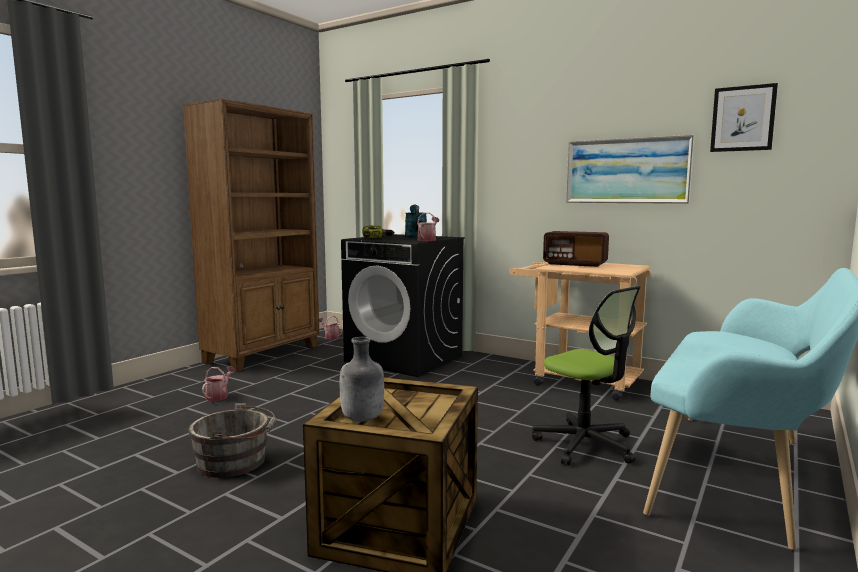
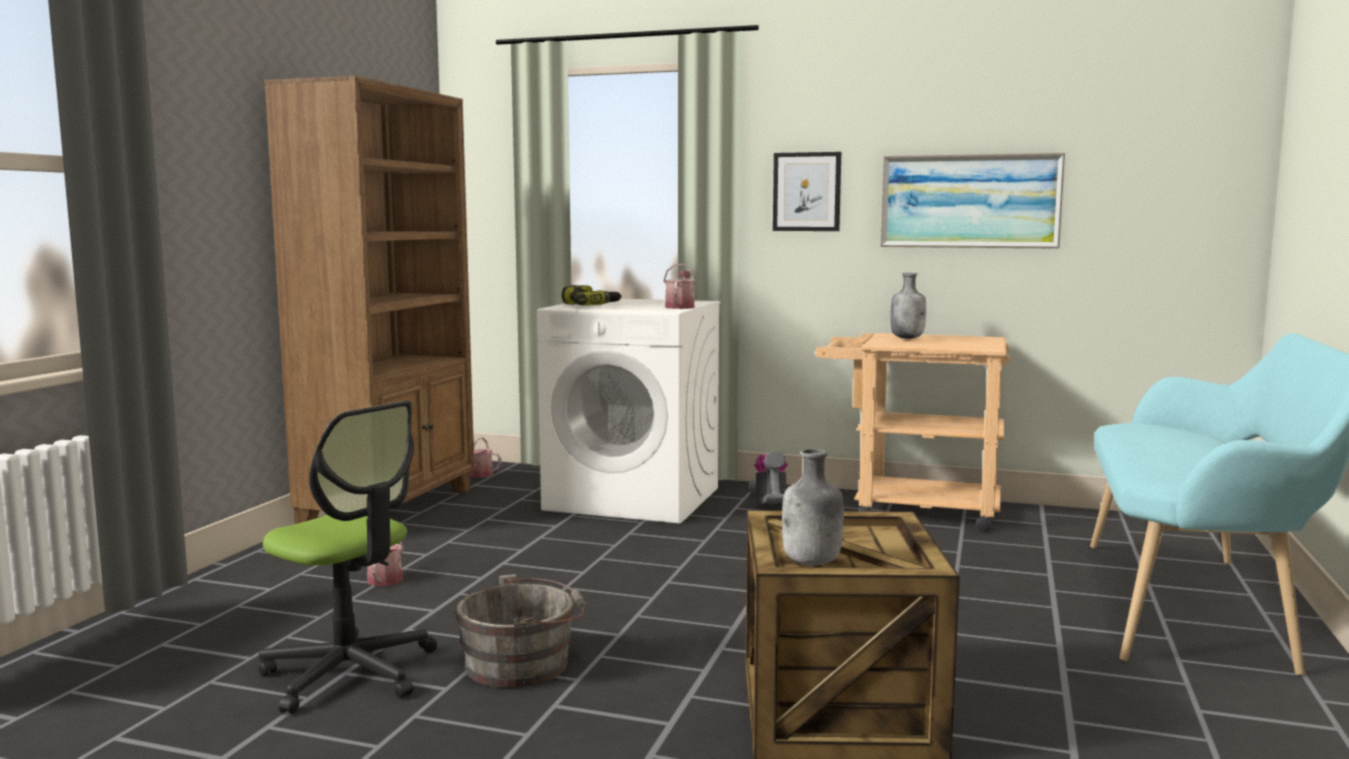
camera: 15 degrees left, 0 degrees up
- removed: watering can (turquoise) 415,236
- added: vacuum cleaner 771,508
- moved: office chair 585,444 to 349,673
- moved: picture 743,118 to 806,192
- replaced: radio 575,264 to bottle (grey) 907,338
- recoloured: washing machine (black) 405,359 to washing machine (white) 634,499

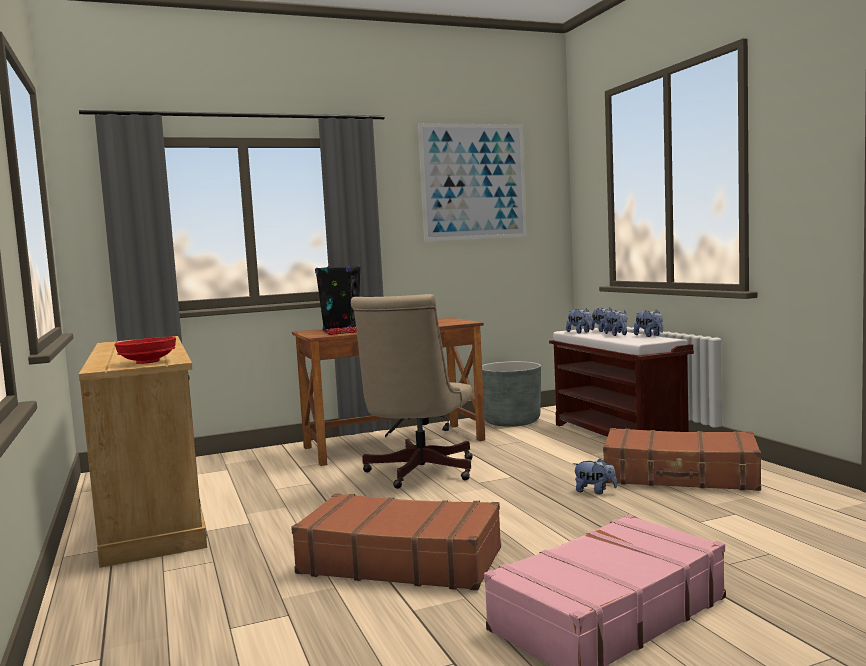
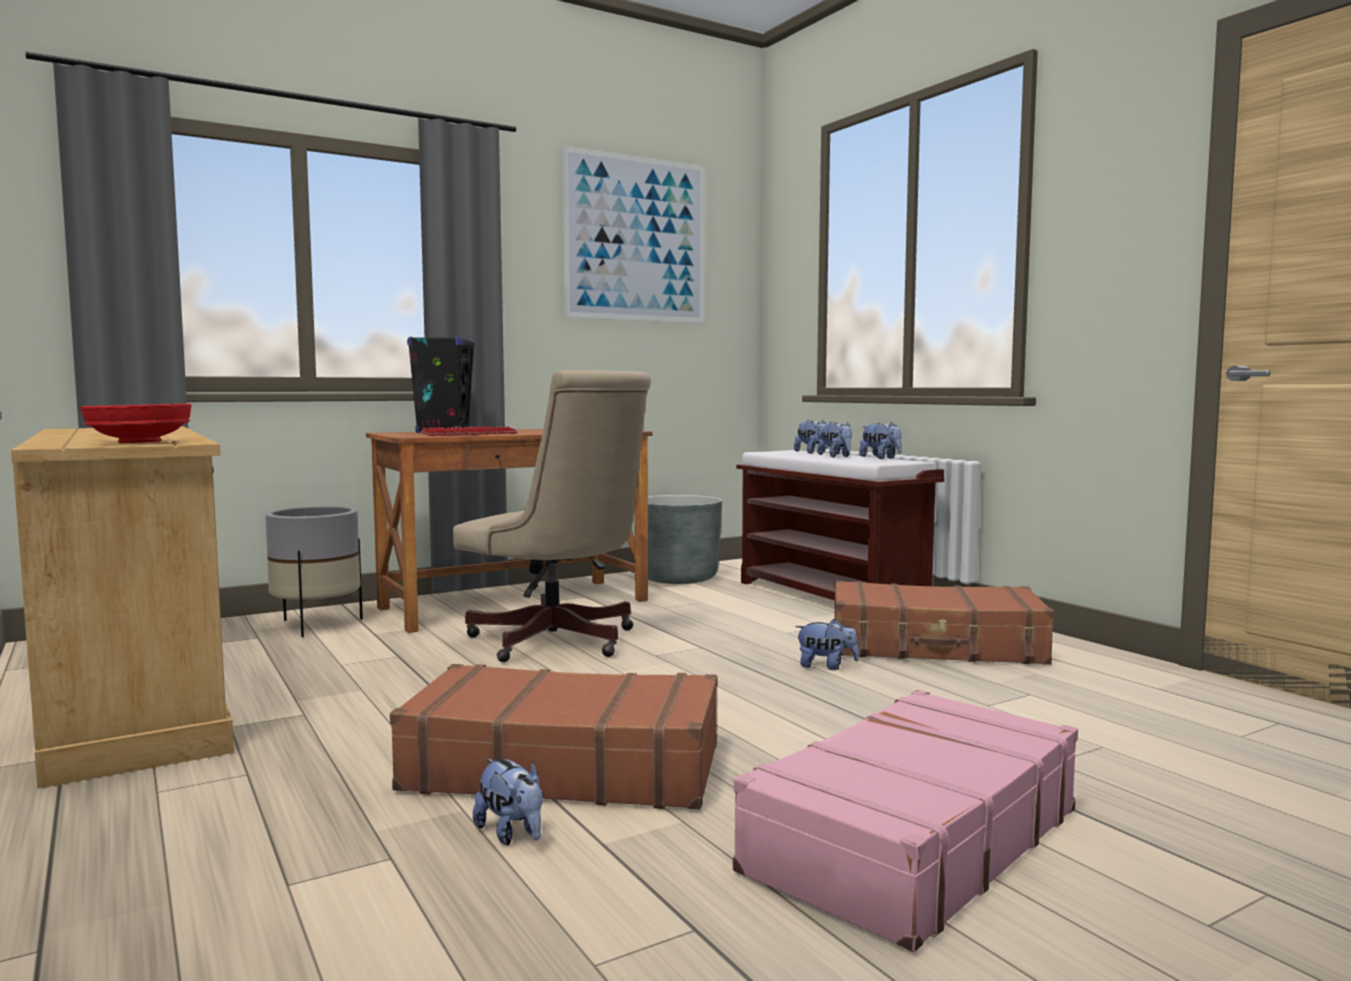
camera: 10 degrees left, 0 degrees up
- added: planter (grey) 316,625
- moved: plush toy 580,332 to 512,834
- turned: office chair (beige) 417,473 = 559,643 60 degrees counterclockwise

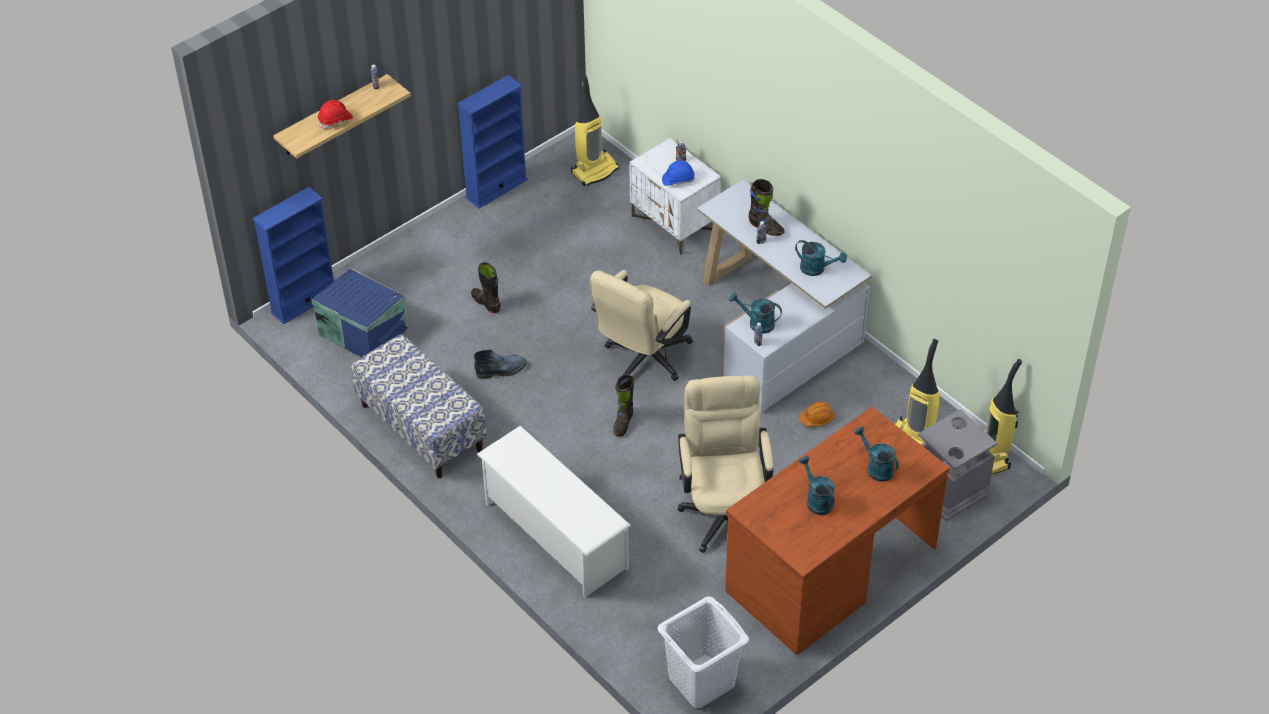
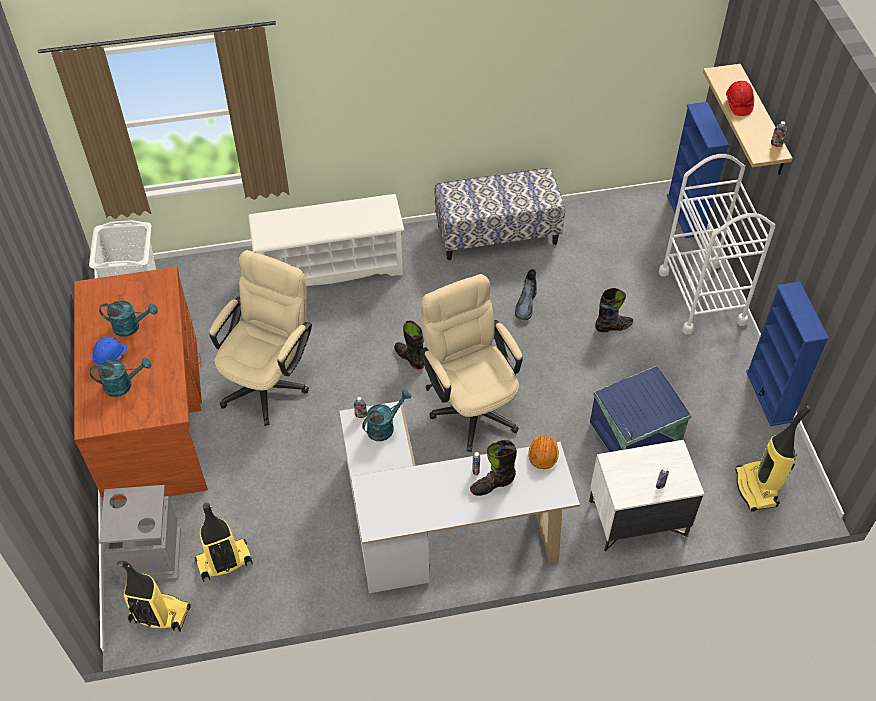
camera: 120 degrees right, 5 degrees up
- removed: watering can (turquoise) 817,269
- added: cart (white) 702,297
- moved: storage box (blue) 363,330 to 636,433
- moved: hard hat (blue) 678,179 to 111,356
- moved: hard hat (orange) 817,418 to 543,454
- turned: office chair (beige) 724,509 = 269,380 90 degrees counterclockwise

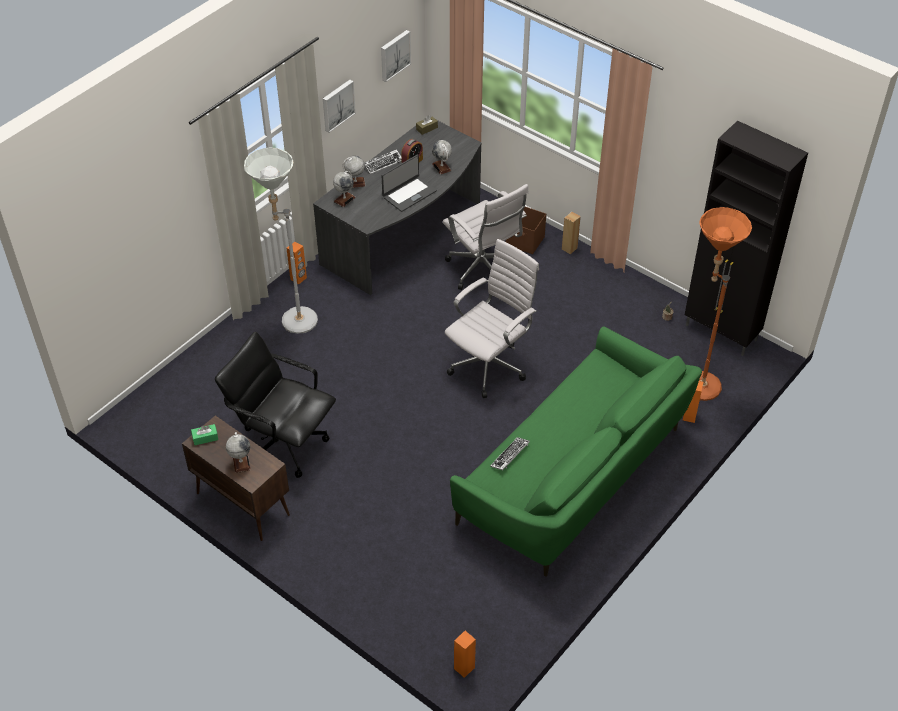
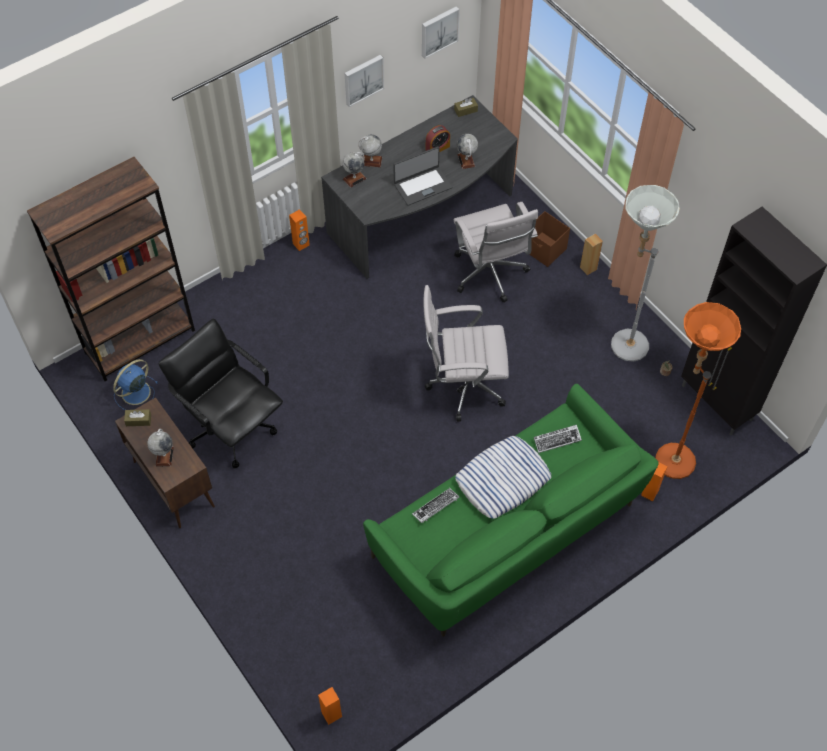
camera: 15 degrees right, 10 degrees up
- added: bookcase (brown) 140,341
- added: fan (blue) 135,393
- added: pillow 502,480
- moved: floor lamp (grey) 291,320 to 621,343
- moved: keyboard 383,164 to 557,440
- recoloured: tissue box (green) 205,438 to tissue box (brown) 138,420
- turned: office chair (white) 490,365 = 462,386 150 degrees counterclockwise

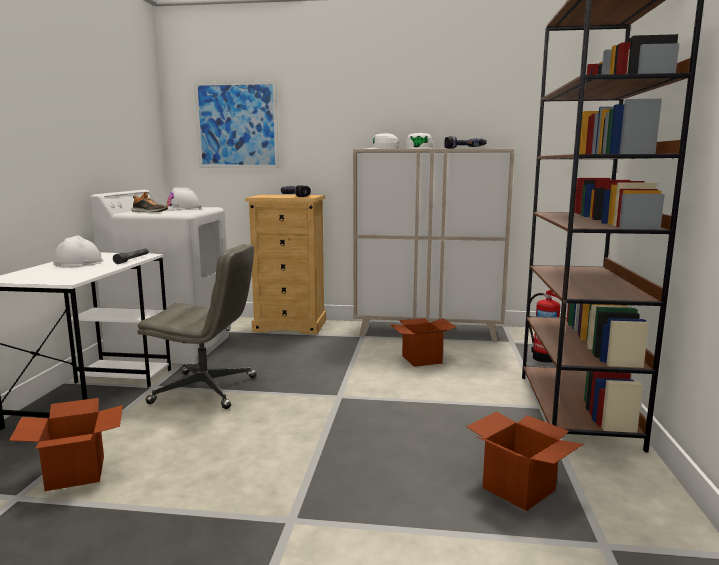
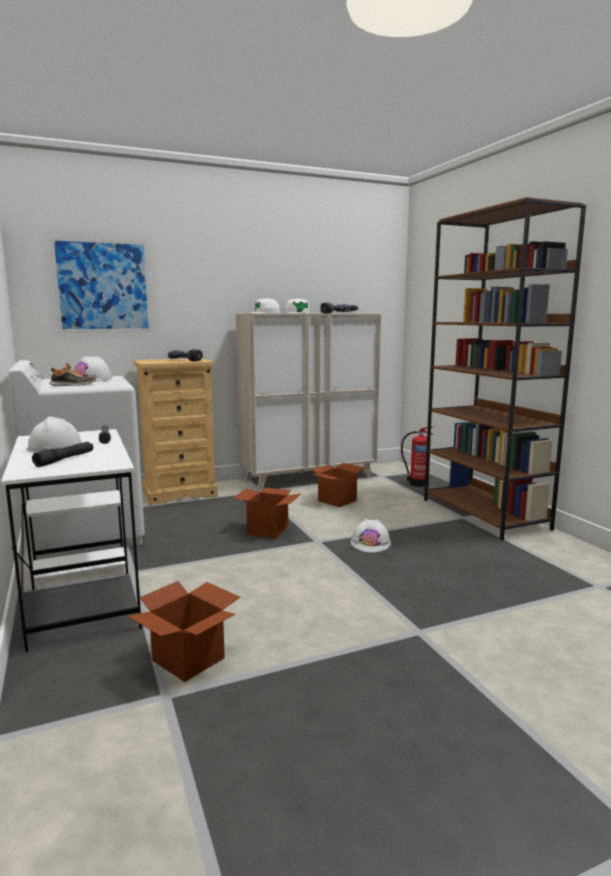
camera: 30 degrees left, 0 degrees up
- removed: office chair (grey) 206,390
- added: flashlight (black) 65,459
- added: hard hat (white) 370,543
- moved: cardboard box 519,489 to 268,530

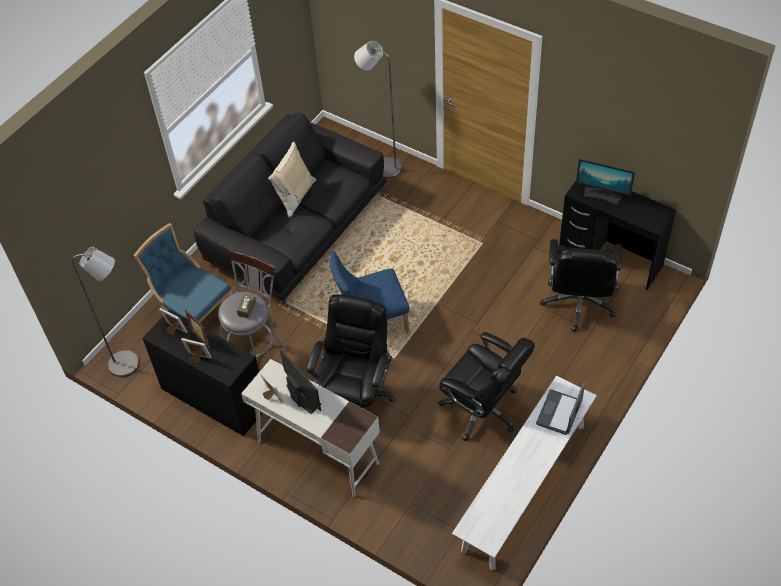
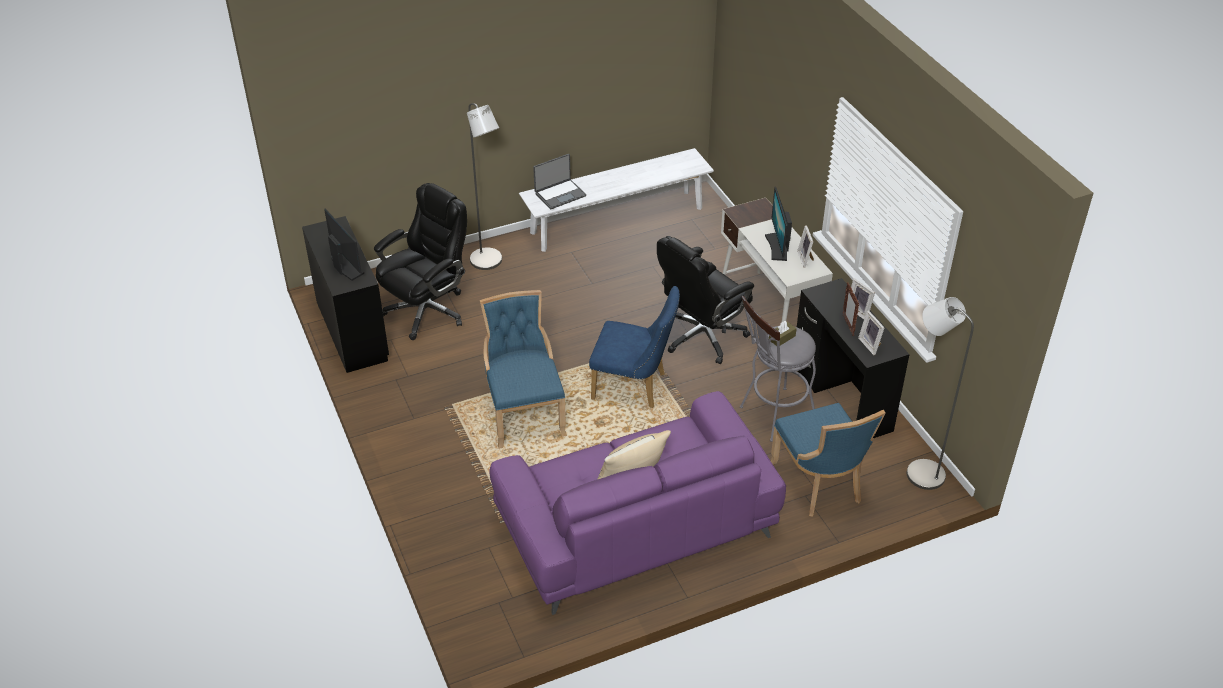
camera: 150 degrees left, 10 degrees down
- removed: office chair (black) 482,409
- added: chair (blue) 524,414
- moved: floor lamp (grey) 383,167 to 489,263
- recoloured: sofa (black) 297,229 to sofa (purple) 635,526

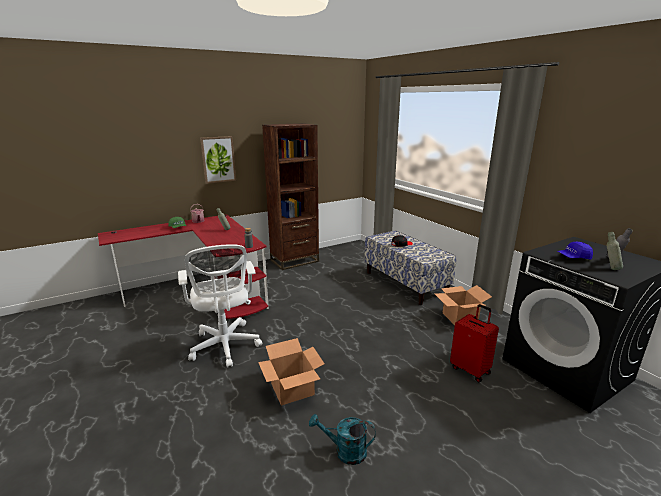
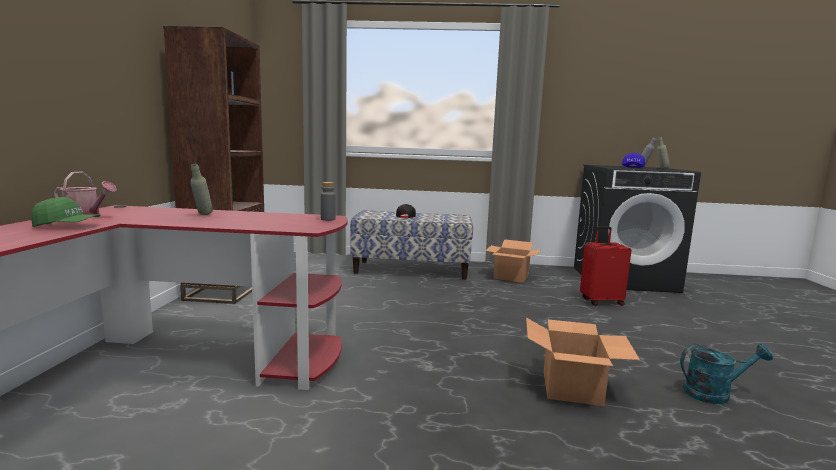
camera: 55 degrees left, 10 degrees down
- removed: office chair (white) 225,347
- removed: picture 218,159
- turned: watering can (turquoise) 345,451 = 714,393 135 degrees counterclockwise

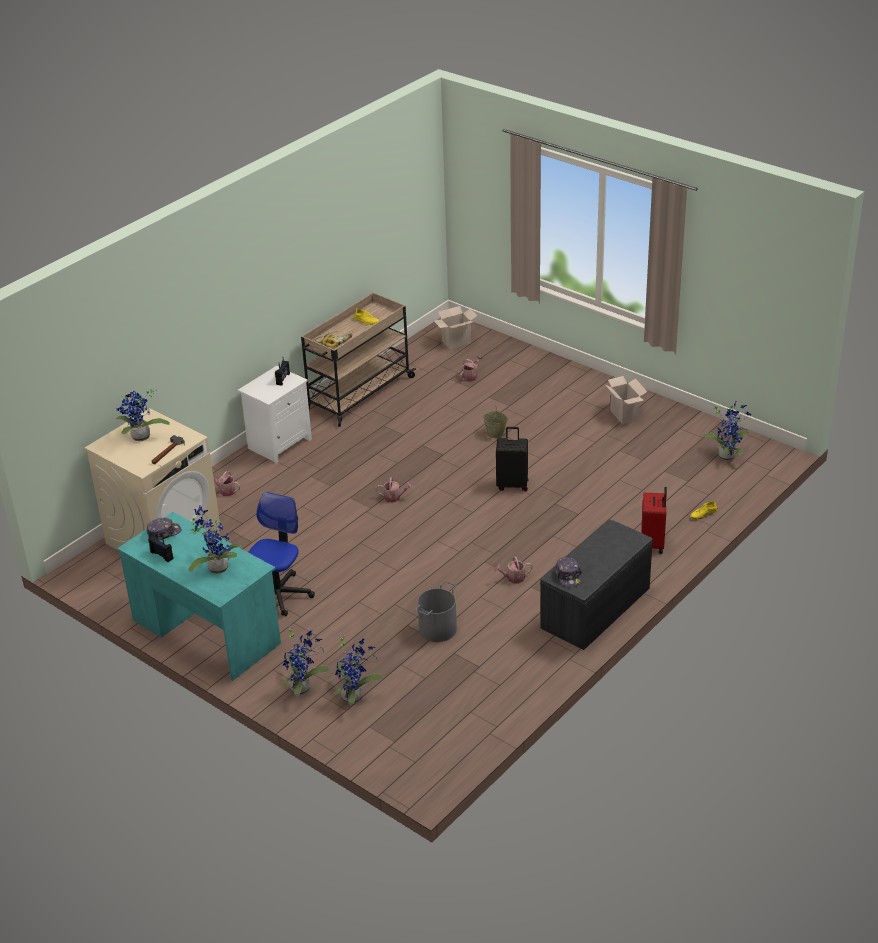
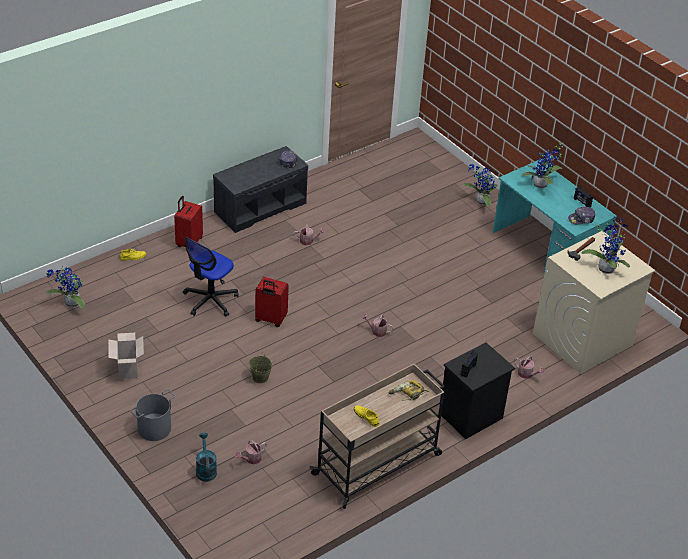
camera: 170 degrees left, 5 degrees up
- removed: potted plant 354,696
- removed: cardboard box 456,342
- added: watering can (turquoise) 205,469
- moved: office chair 278,595 to 210,300
- moved: bucket (grey) 437,629 to 154,429
- recoloured: nightstand (white) 279,443 to nightstand (black) 471,417
- recoloured: suitcase (black) 512,484 to suitcase (red) 270,319

